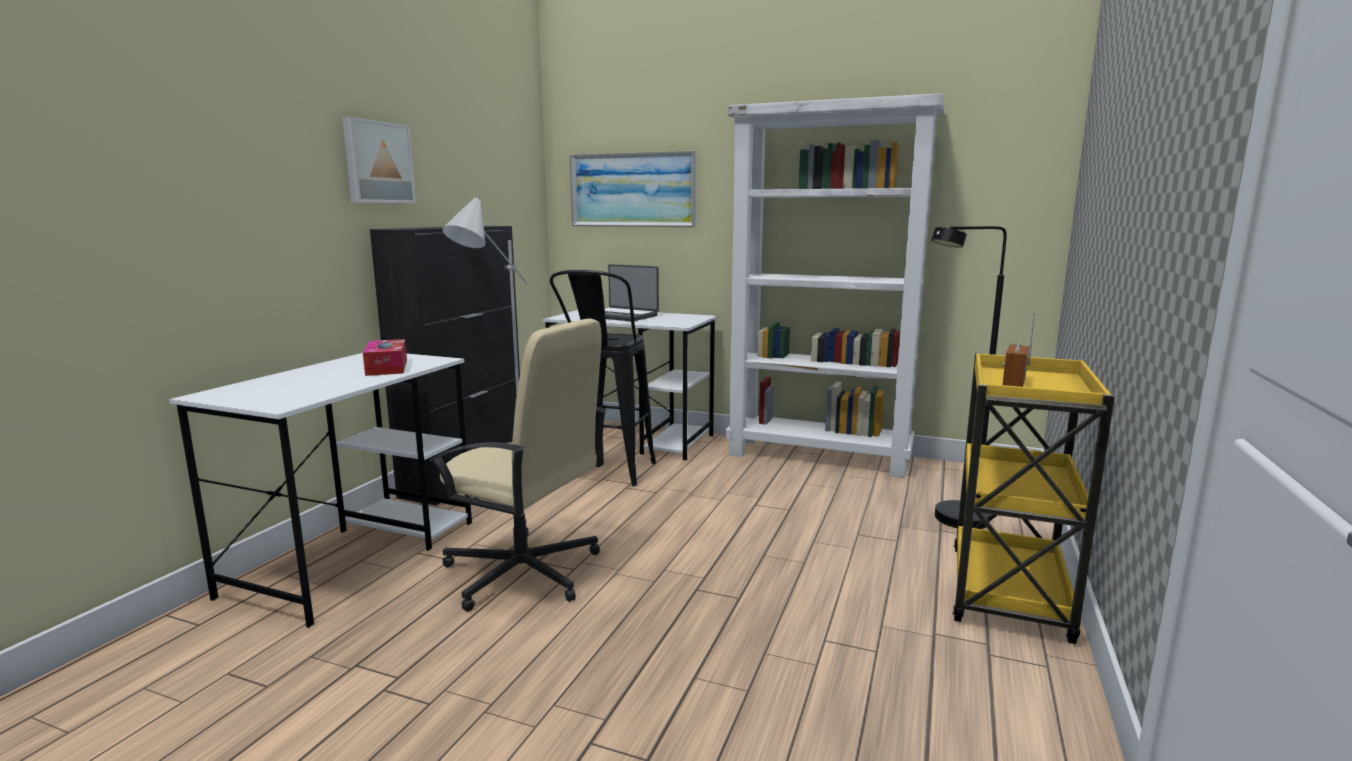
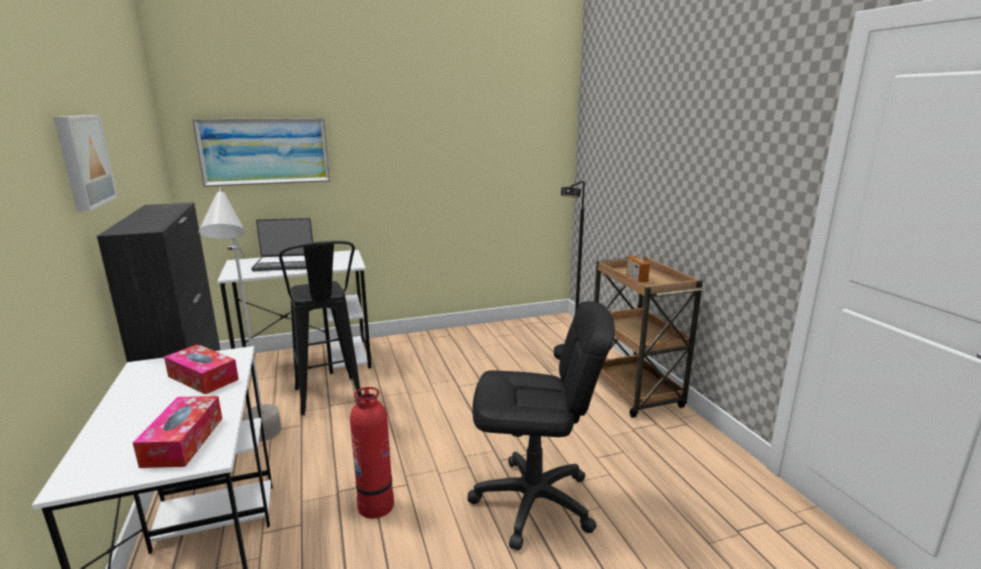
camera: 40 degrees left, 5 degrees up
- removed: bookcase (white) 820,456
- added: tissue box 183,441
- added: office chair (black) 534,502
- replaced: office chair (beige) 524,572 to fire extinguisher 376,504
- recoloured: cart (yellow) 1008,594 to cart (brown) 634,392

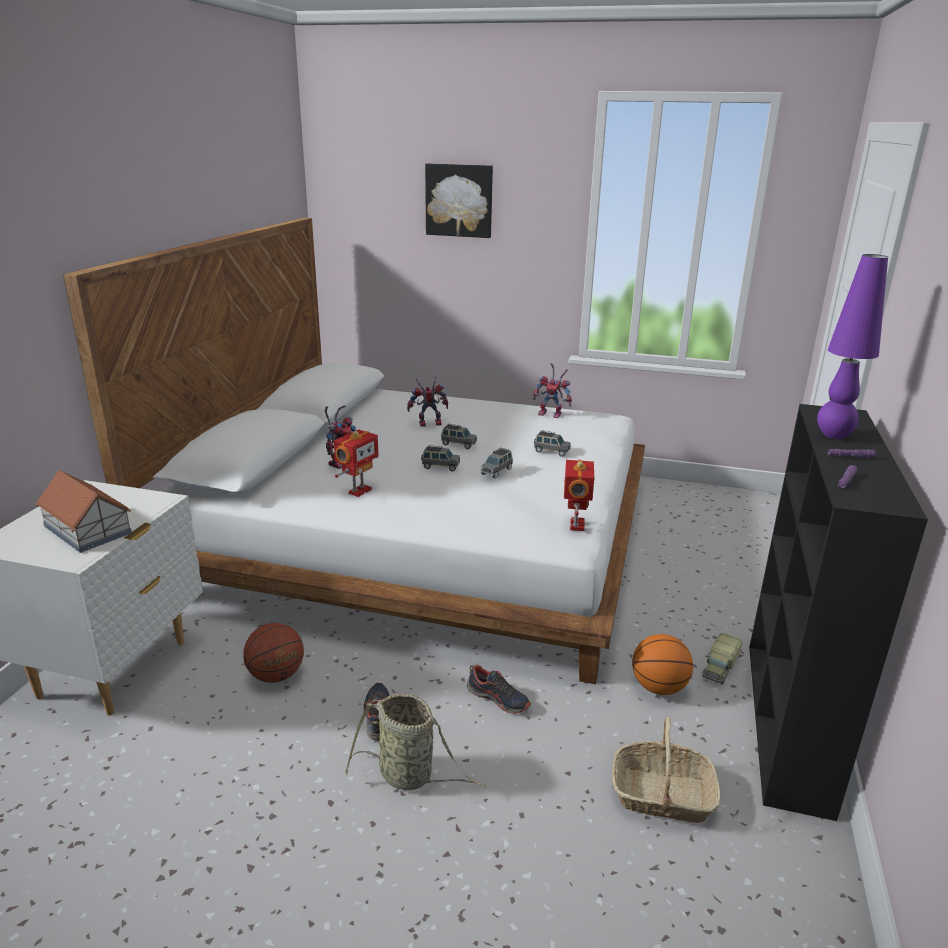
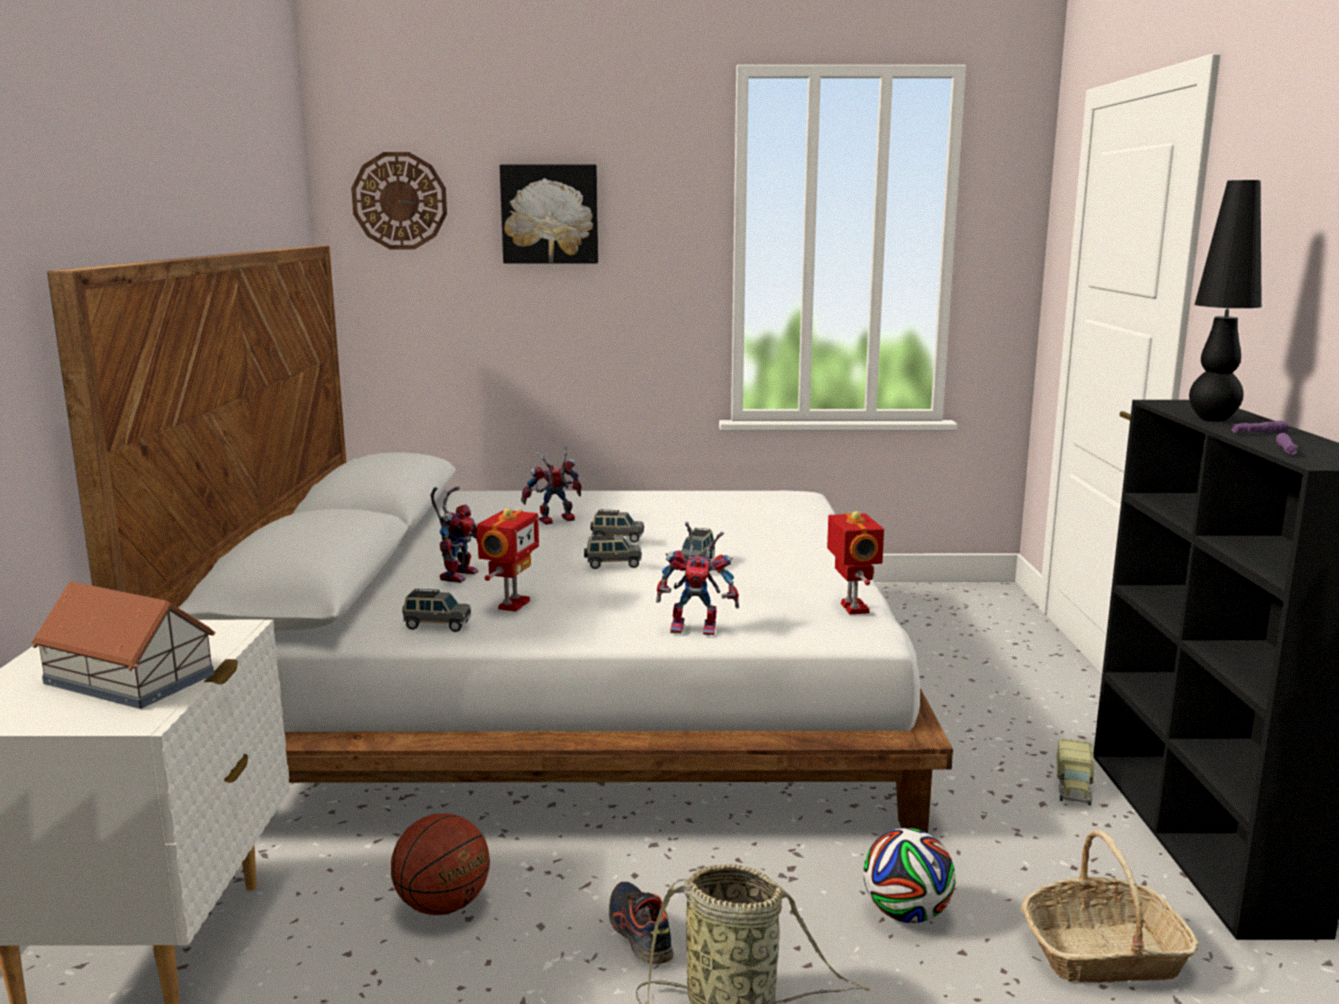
camera: 15 degrees left, 10 degrees down
- removed: shoe 498,698
- removed: basketball 658,687
- added: wall clock 399,201
- added: football 906,914
- moved: toy robot 552,414 to 698,628
- moved: toy car (grey) 551,451 to 436,625
- recoloured: table lamp (purple) 833,435 to table lamp (black) 1212,419

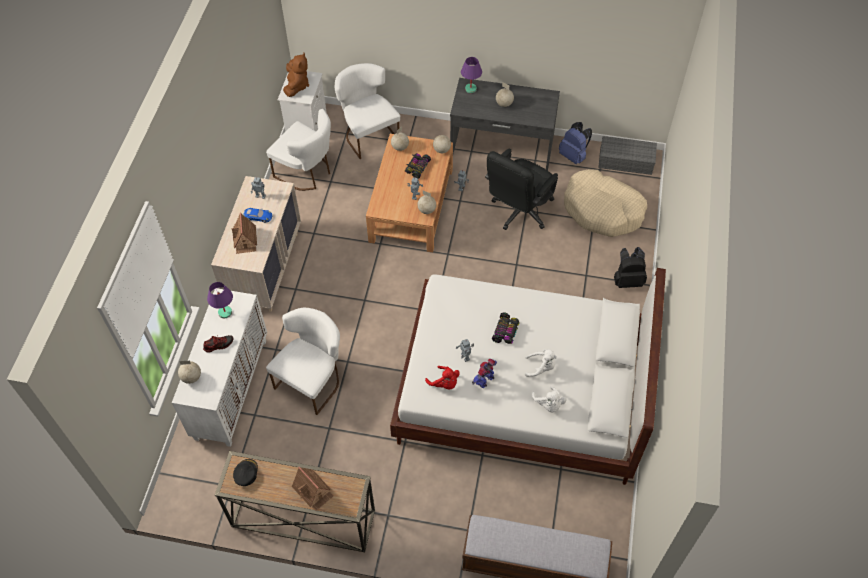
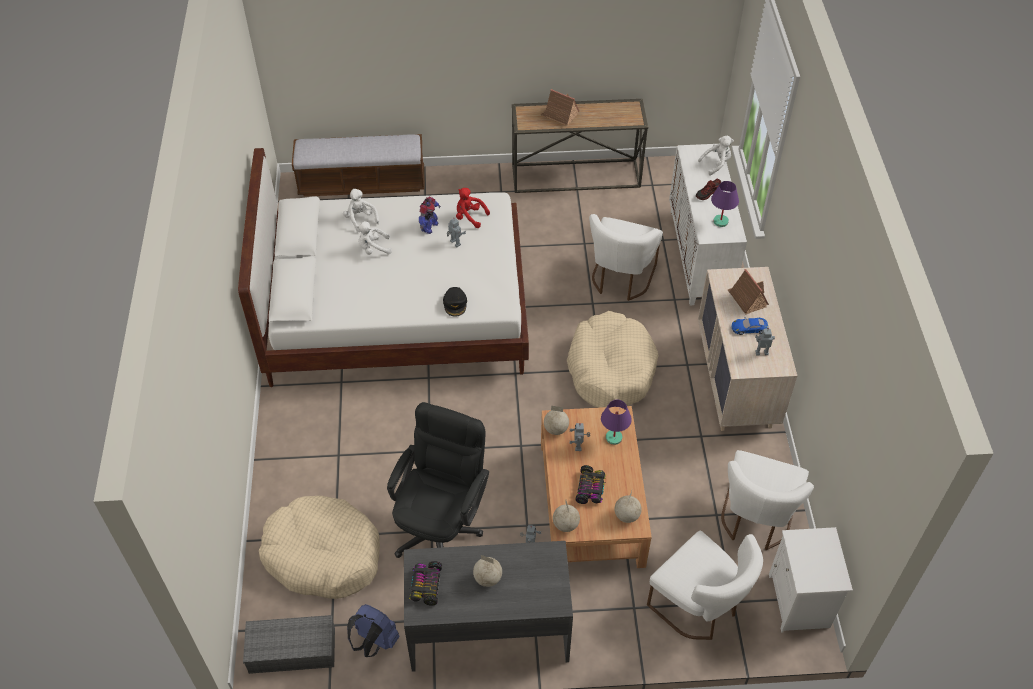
camera: 165 degrees right, 5 degrees down
- removed: plush toy (brown) 297,86
- removed: backpack (black) 627,280
- added: dog bed (beige) 610,369
- moved: cap (black) 245,473 to 455,304
- moved: table lamp (purple) 471,88 to 613,438
- moved: toy car 506,331 to 425,585
- replaced: globe 191,377 to plush toy (white) 716,164
- turned: chair (white) 307,173 = 755,521 90 degrees counterclockwise

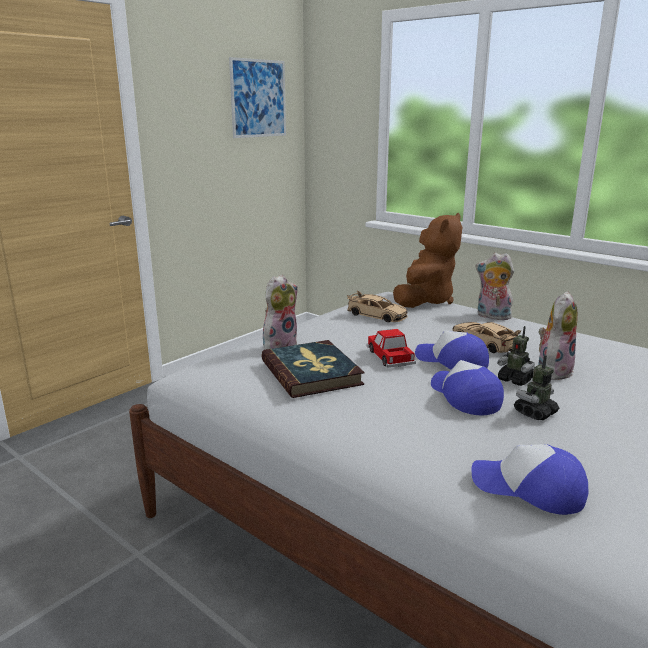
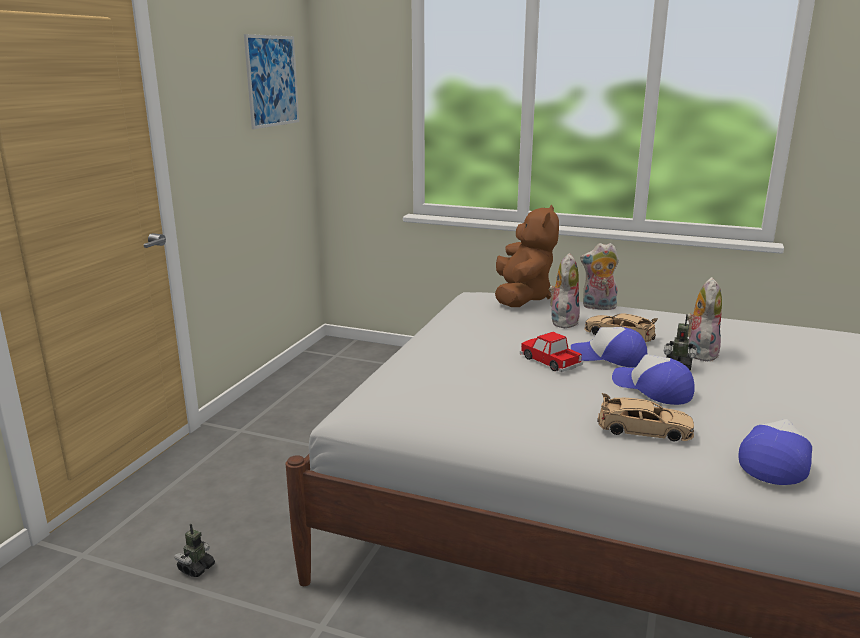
camera: 20 degrees left, 0 degrees up
- removed: book 312,372
- moved: plush toy 279,346 to 562,321
- moved: toy car (beige) 376,315 to 644,429
- moved: toy robot 535,413 to 196,568
- turned: cap 528,489 = 776,460 120 degrees clockwise

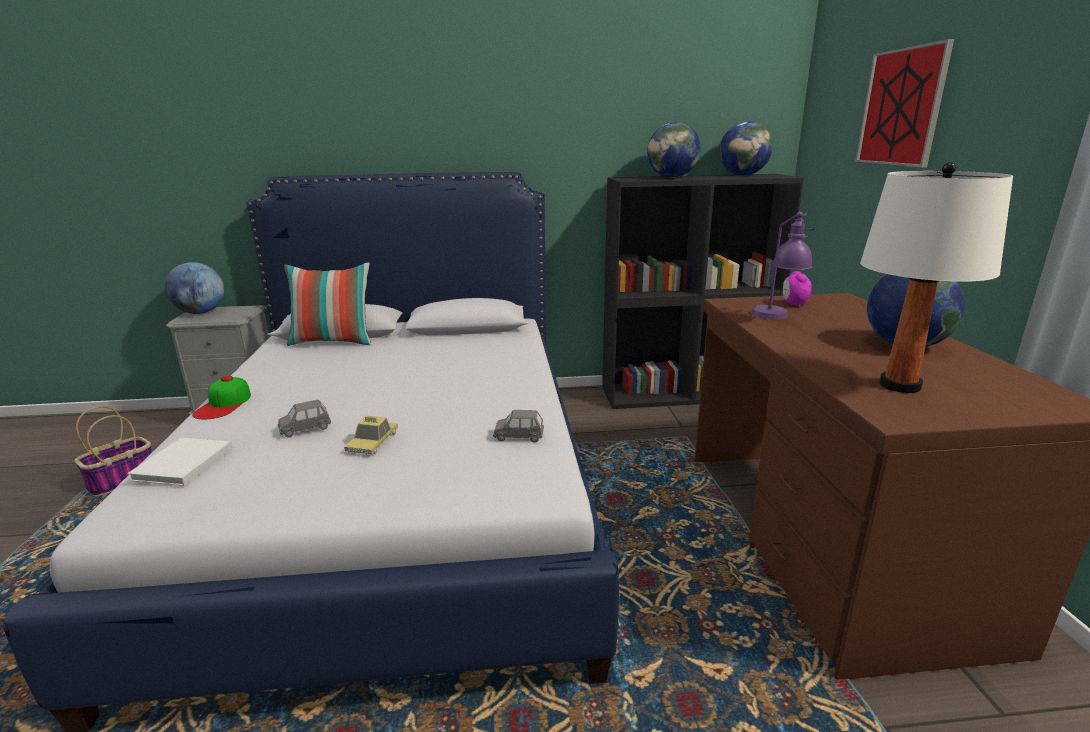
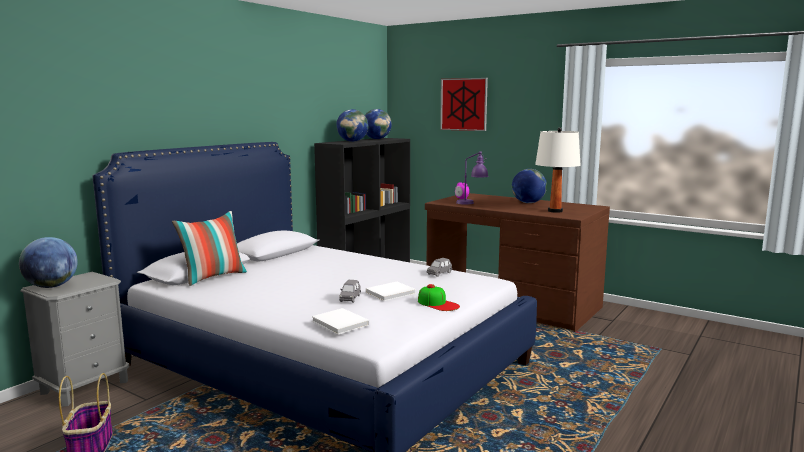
camera: 50 degrees left, 10 degrees down
- moved: cap 223,404 to 438,304
- replaced: toy car 372,442 to book (white) 391,293

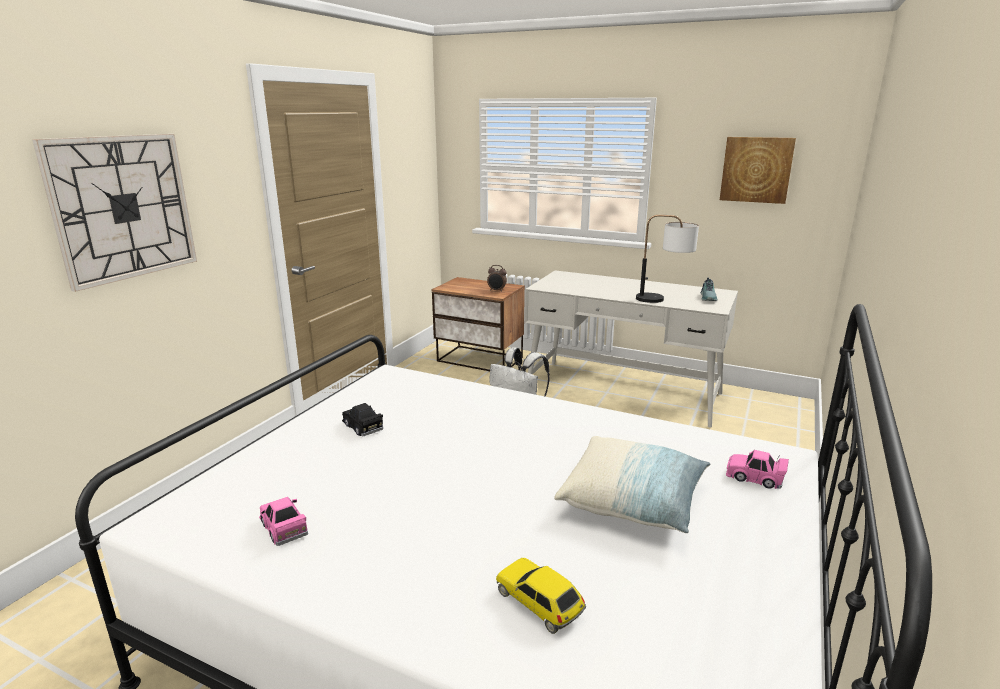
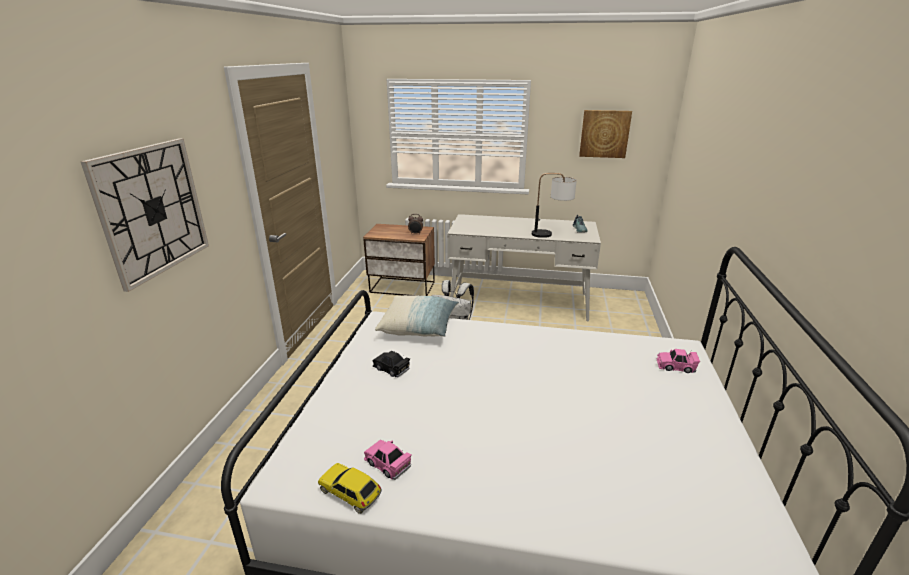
camera: 15 degrees left, 5 degrees up
- moved: toy car 539,603 to 350,493
- moved: pillow 633,500 to 419,327

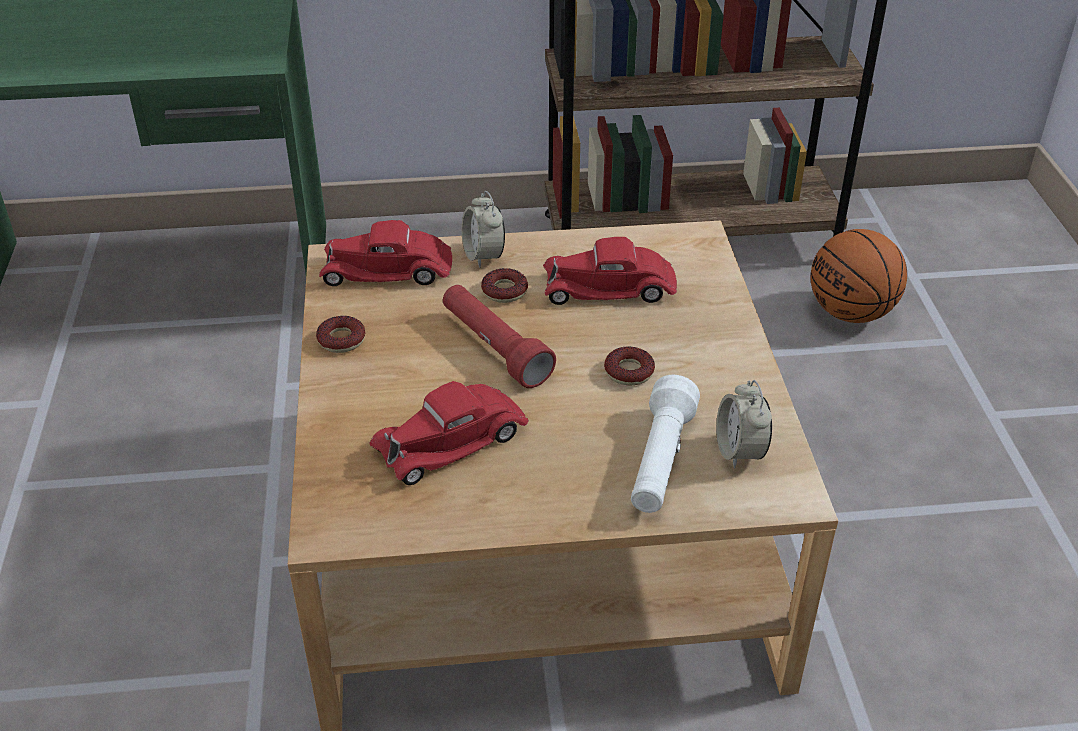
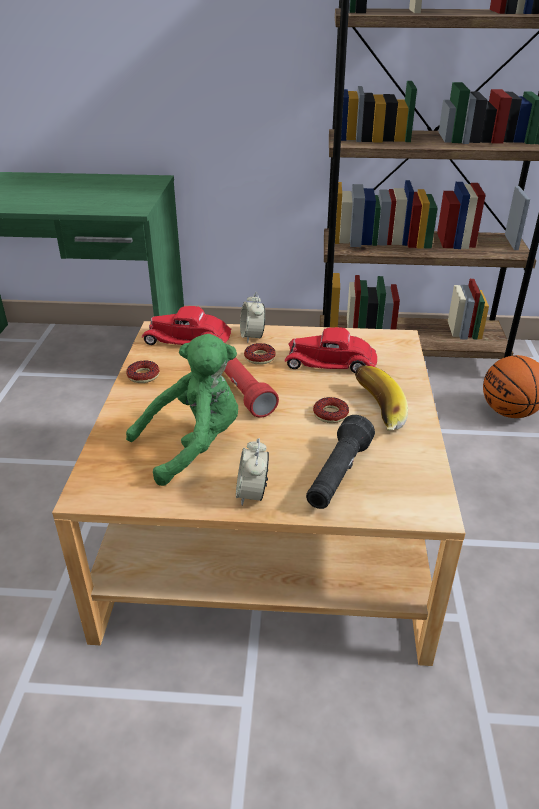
camera: 10 degrees right, 5 degrees down
- added: banana 374,411
- moved: alarm clock 740,451 to 252,494
- replaced: toy car (red) 451,441 to plush toy (green) 194,445
- recoloured: flashlight (white) 660,462 to flashlight (black) 338,475

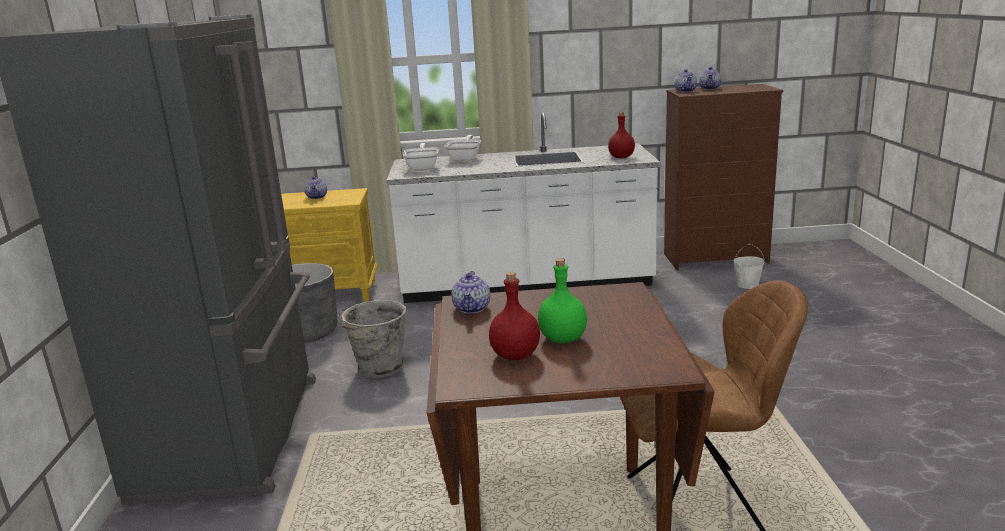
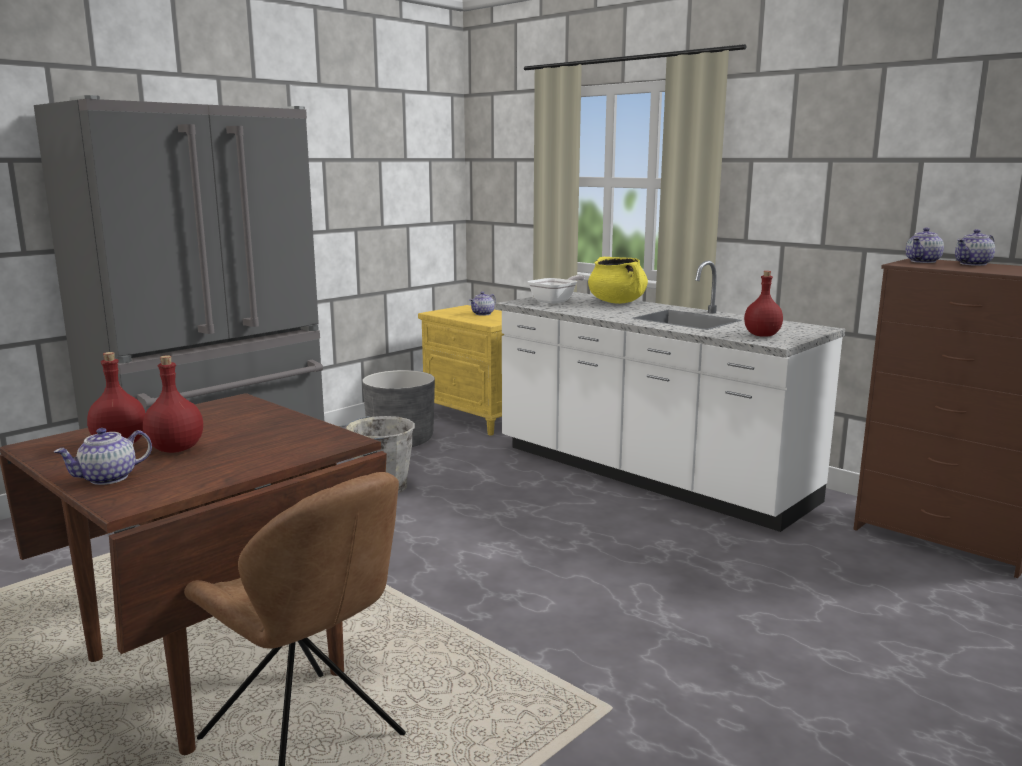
camera: 45 degrees right, 5 degrees down
- removed: bucket (white) 747,285
- moved: teapot 472,308 to 108,478
- replaced: frying pan 465,158 to cooking pot (yellow) 617,302
- recoloured: bottle (green) 562,339 to bottle (red) 175,449

